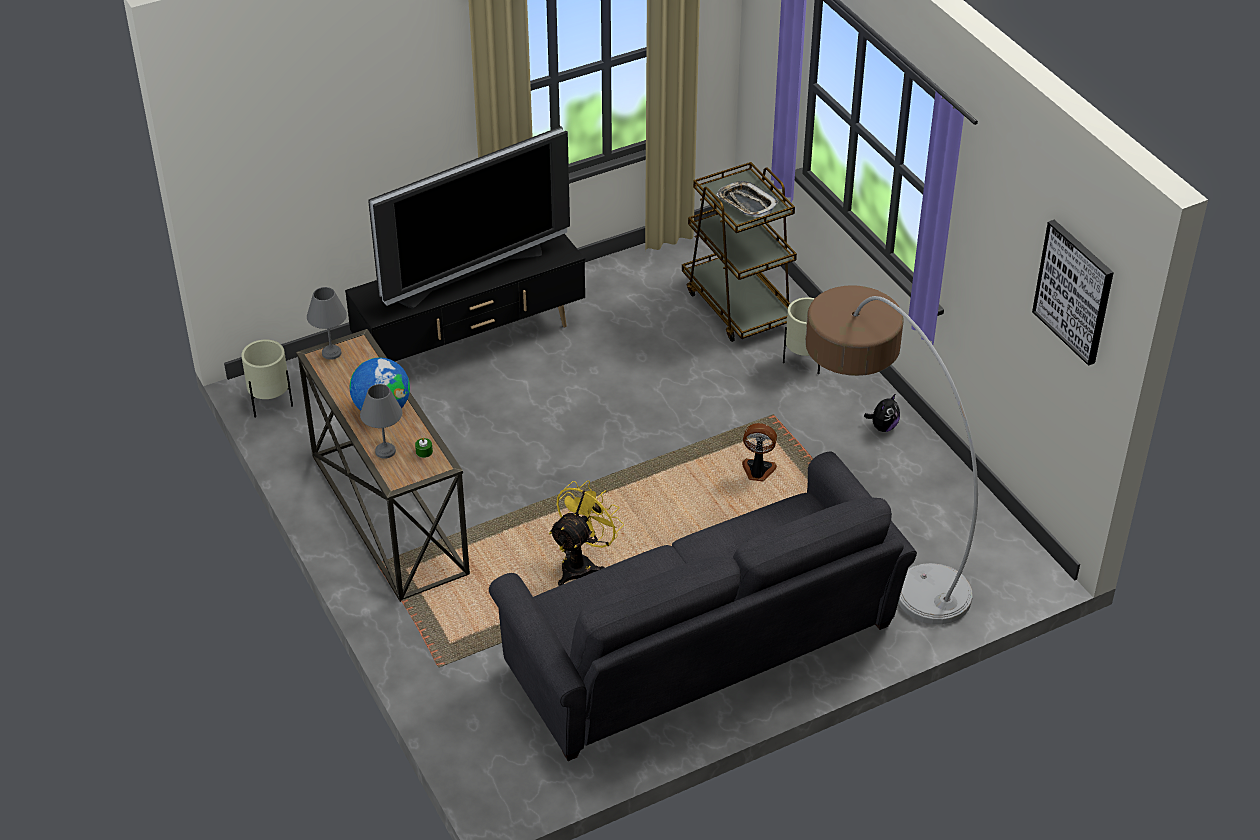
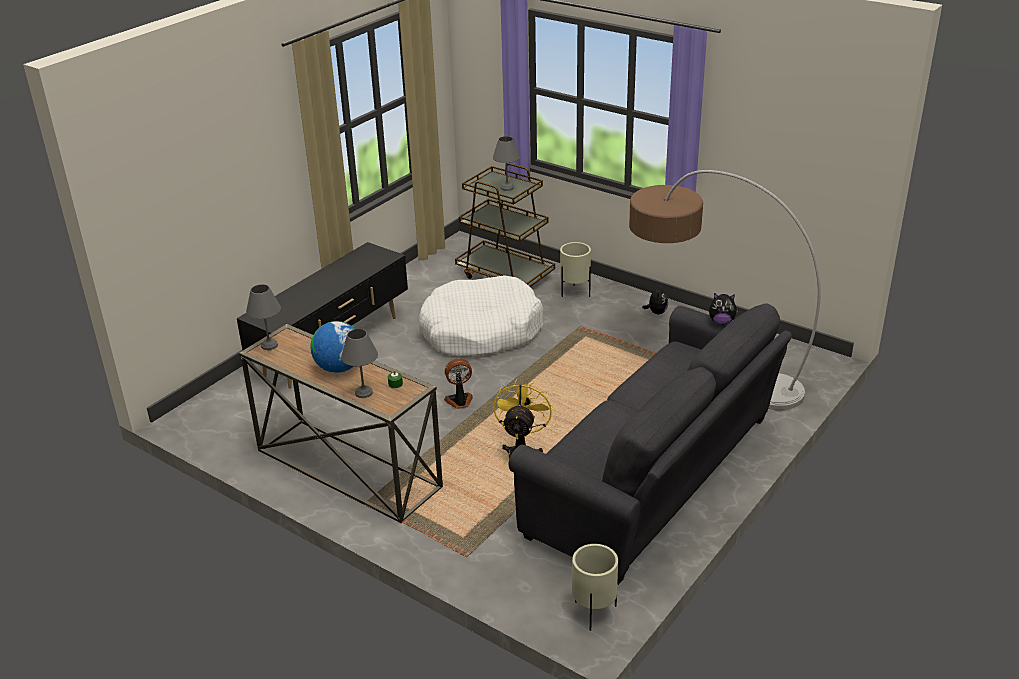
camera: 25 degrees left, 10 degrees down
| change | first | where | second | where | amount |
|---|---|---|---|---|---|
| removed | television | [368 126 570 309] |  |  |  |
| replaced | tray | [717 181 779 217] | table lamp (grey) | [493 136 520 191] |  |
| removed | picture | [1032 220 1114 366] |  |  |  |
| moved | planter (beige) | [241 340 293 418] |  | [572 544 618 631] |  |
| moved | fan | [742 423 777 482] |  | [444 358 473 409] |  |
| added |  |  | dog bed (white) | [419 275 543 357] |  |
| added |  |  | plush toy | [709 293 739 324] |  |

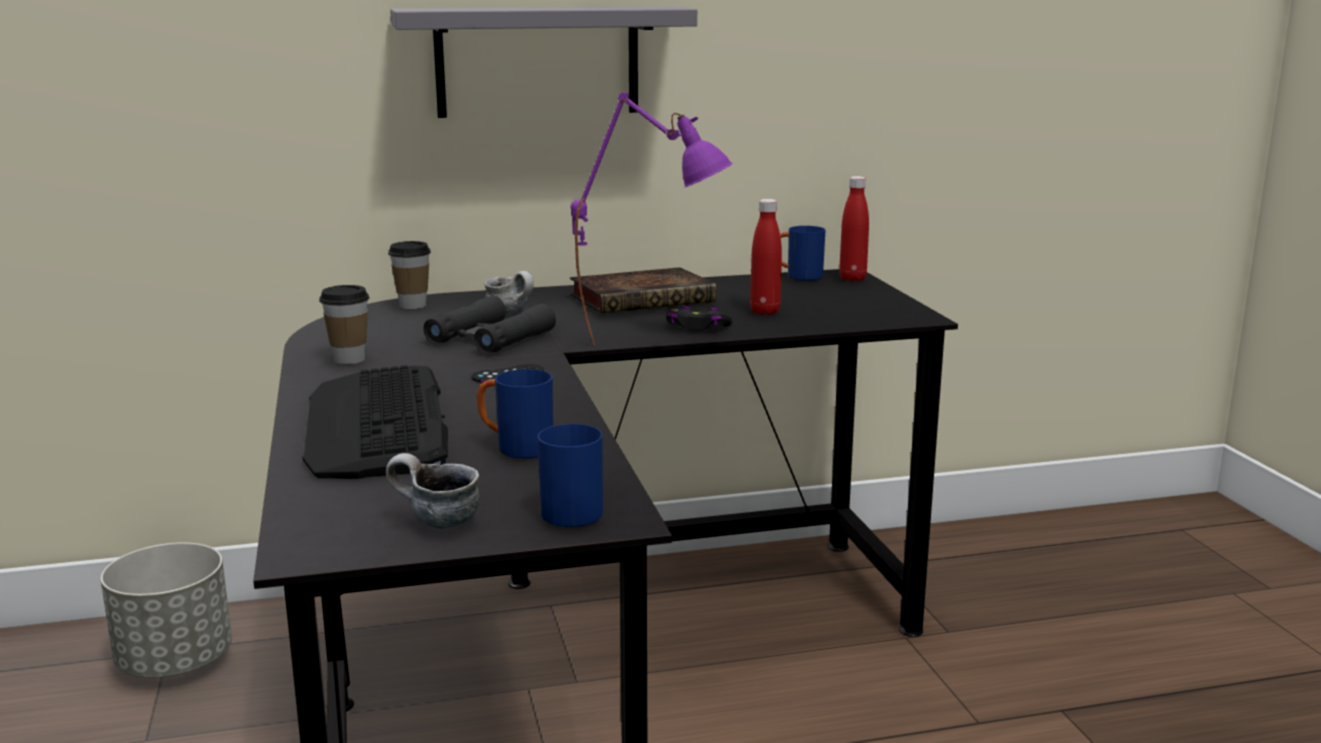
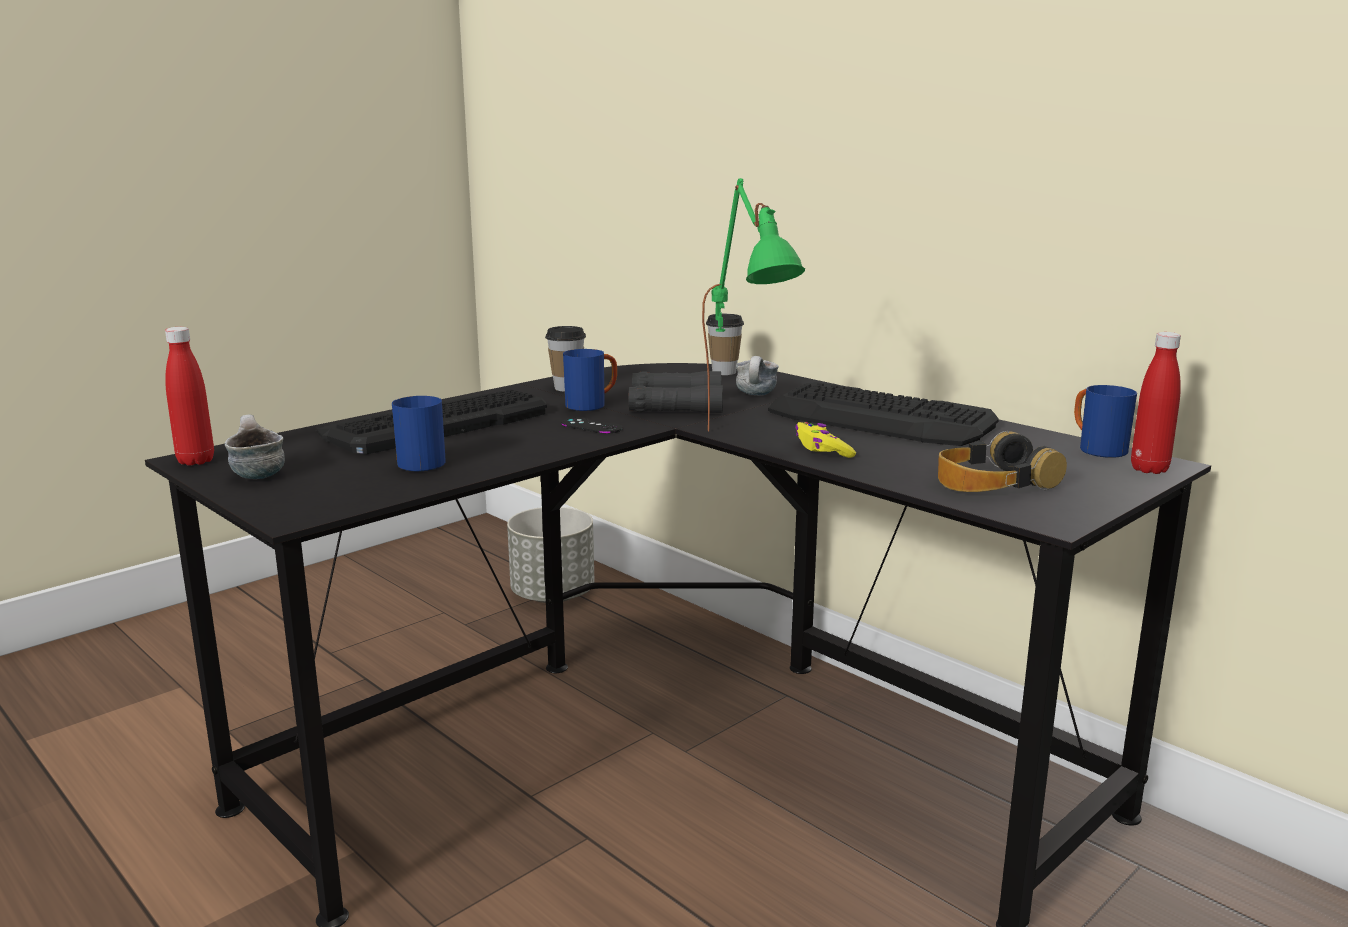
camera: 60 degrees right, 0 degrees up
| change | first | where | second | where | amount |
|---|---|---|---|---|---|
| removed | shelf (grey) | [391 6 697 118] |  |  |  |
| recoloured | table lamp (purple) | [570 92 733 345] | table lamp (green) | [702 178 805 432] |  |
| moved | bottle (red) | [750 199 782 315] |  | [165 327 214 466] |  |
| replaced | book | [570 267 717 313] | keyboard | [768 382 999 446] |  |
| recoloured | game controller (black) | [666 306 732 330] | game controller (yellow) | [795 422 856 458] |  |
| moved | mug (blue) | [538 424 603 527] |  | [563 349 617 411] |  |
| added |  |  | headphones | [938 431 1067 492] |  |

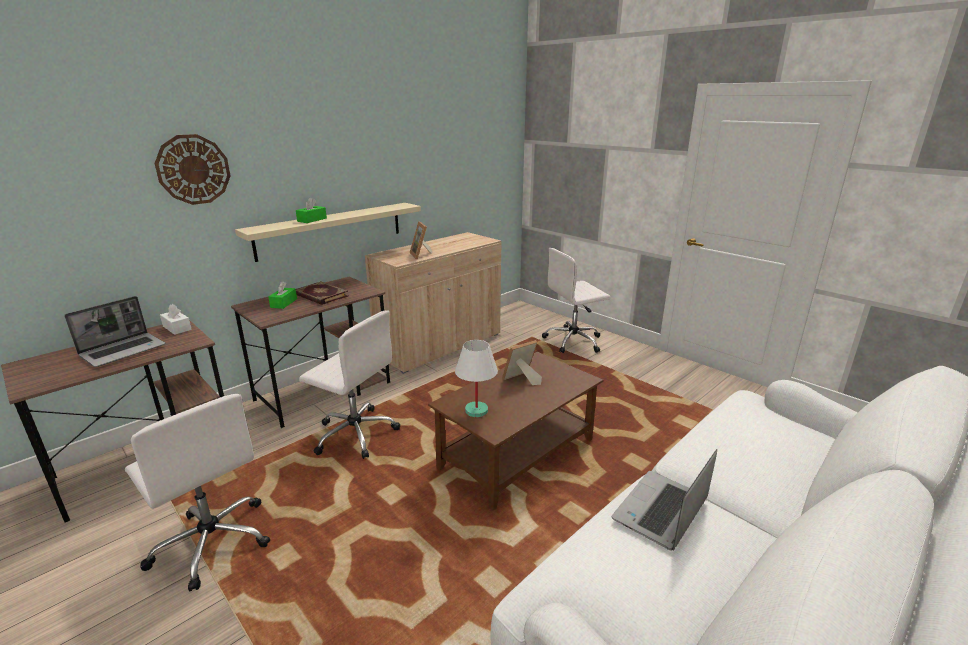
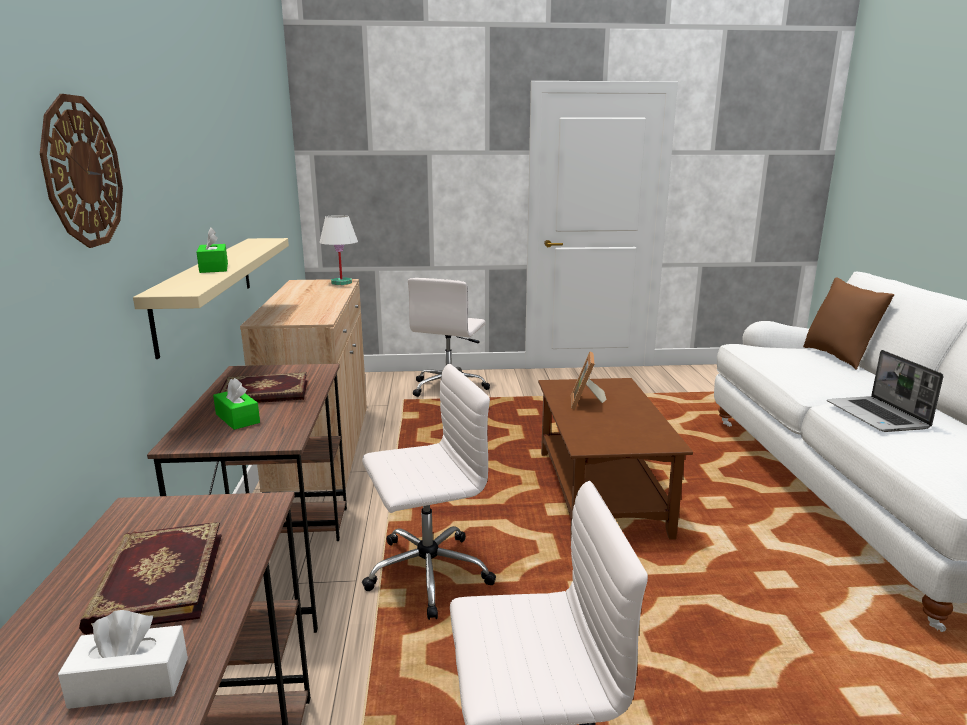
camera: 50 degrees left, 5 degrees down
| change | first | where | second | where | amount |
|---|---|---|---|---|---|
| removed | picture frame | [410 221 433 259] |  |  |  |
| replaced | laptop | [64 296 166 367] | book | [79 522 222 634] |  |
| moved | tissue box (white) | [160 304 192 335] |  | [58 610 188 709] |  |
| moved | table lamp (white) | [455 340 498 417] |  | [319 215 358 285] |  |
| added |  |  | pillow (brown) | [803 277 894 370] |  |

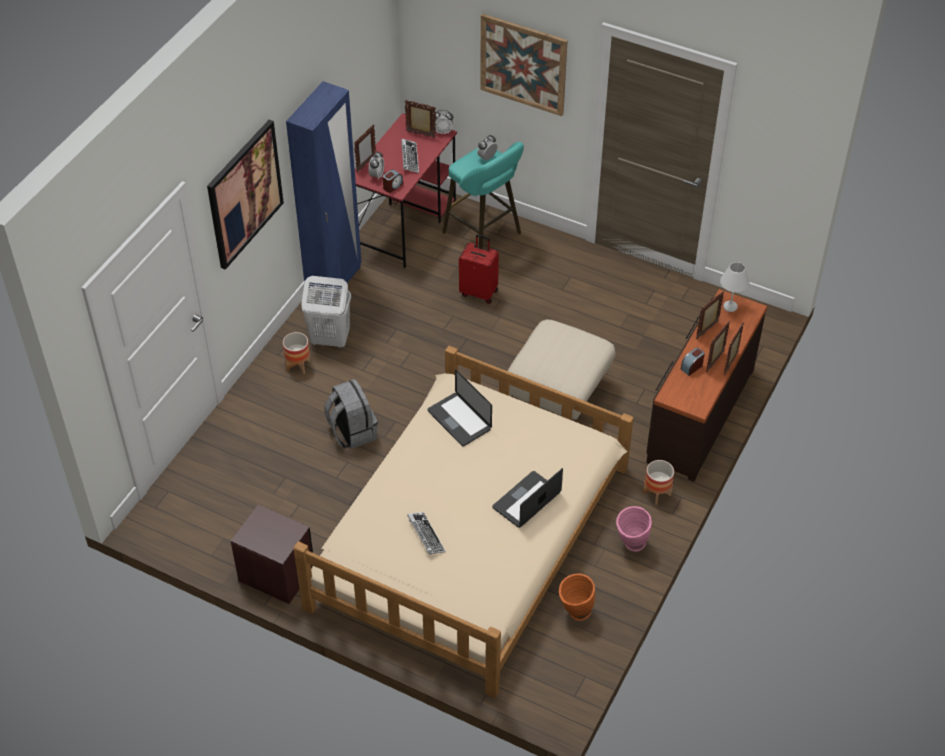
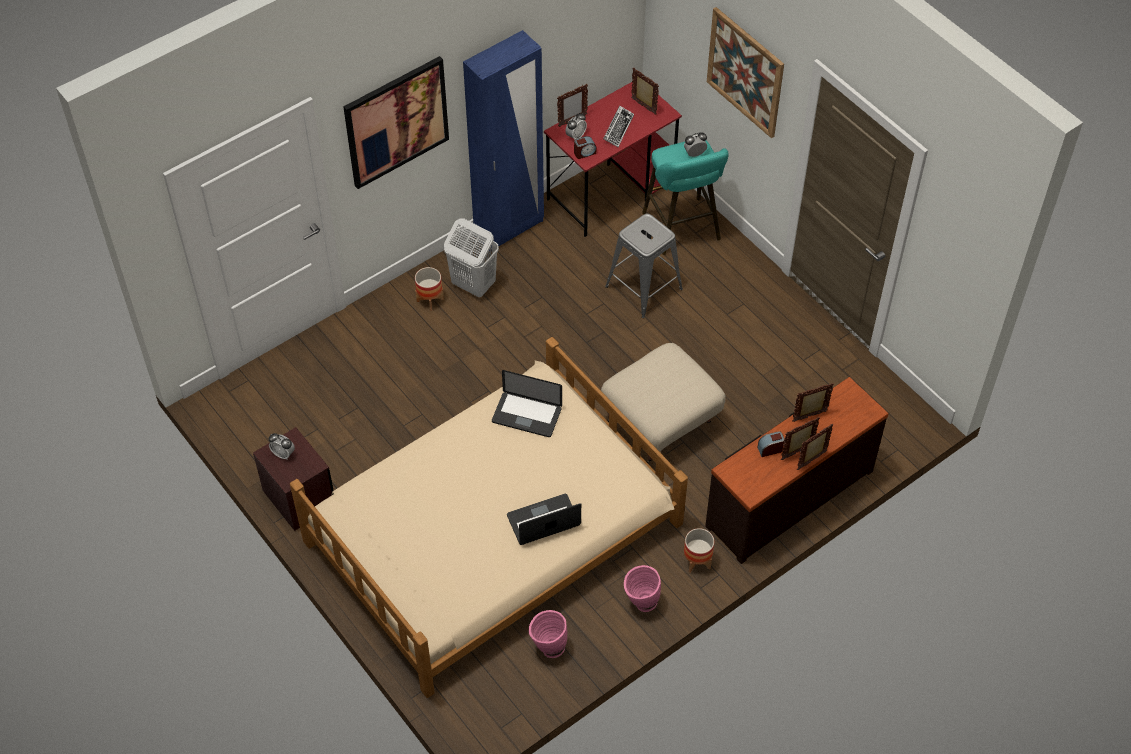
camera: 25 degrees right, 5 degrees up
| change | first | where | second | where | amount |
|---|---|---|---|---|---|
| moved | alarm clock | [433 110 453 134] |  | [269 433 295 460] |  |
| replaced | suitcase (red) | [459 234 499 304] | stool (grey) | [605 213 683 318] |  |
| removed | table lamp (white) | [720 262 749 312] |  |  |  |
| turned | laptop | [428 369 492 446] |  | [492 370 562 437] | 60 degrees counterclockwise |
| removed | backpack (grey) | [324 379 377 449] |  |  |  |
| removed | keyboard | [407 512 446 554] |  |  |  |
| recoloured | vase (orange) | [559 574 595 621] | vase (pink) | [529 610 567 658] |  |

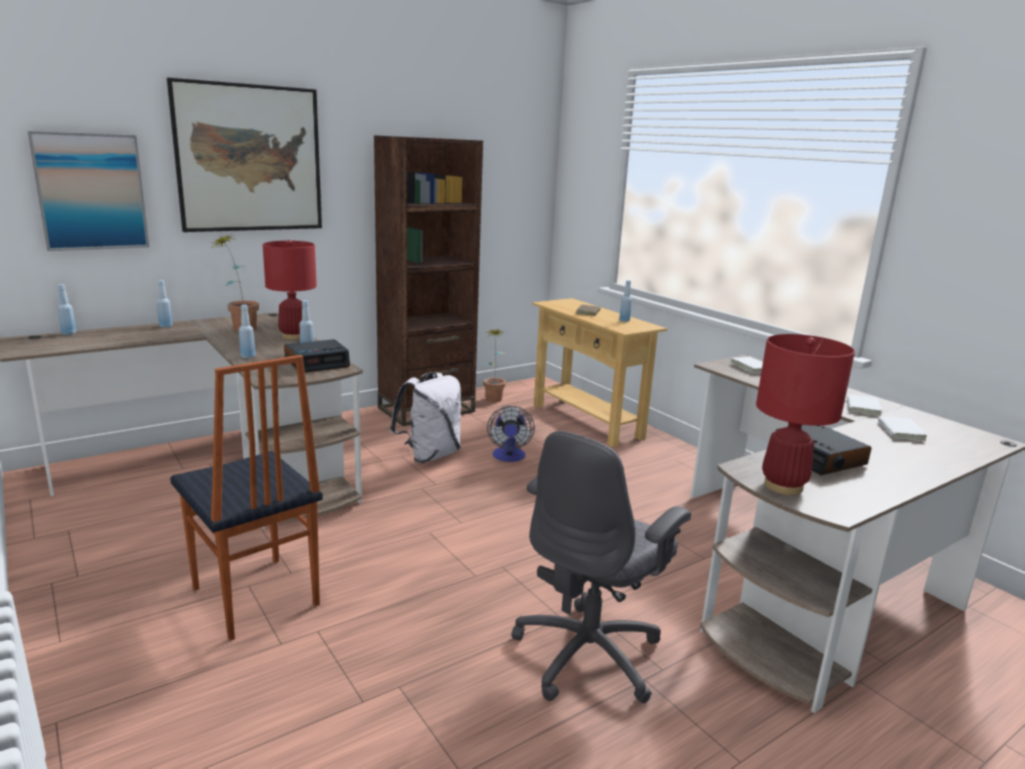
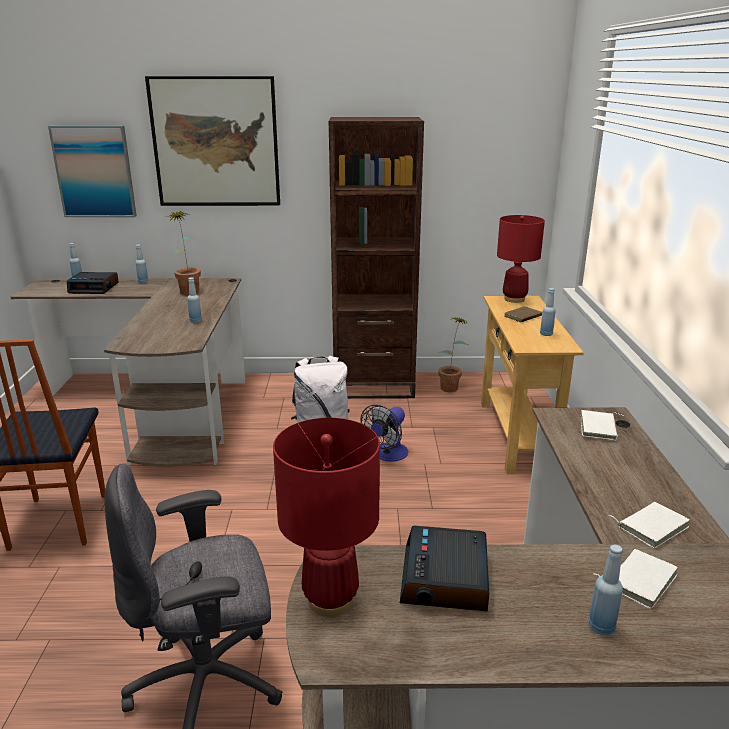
camera: 35 degrees right, 5 degrees up
| change | first | where | second | where | amount |
|---|---|---|---|---|---|
| moved | table lamp (red) | [263 240 317 339] |  | [497 215 545 303] |  |
| moved | bottle (blue) | [239 305 255 358] |  | [588 544 623 636] |  |
| moved | alarm clock | [284 339 350 372] |  | [67 272 119 294] |  |

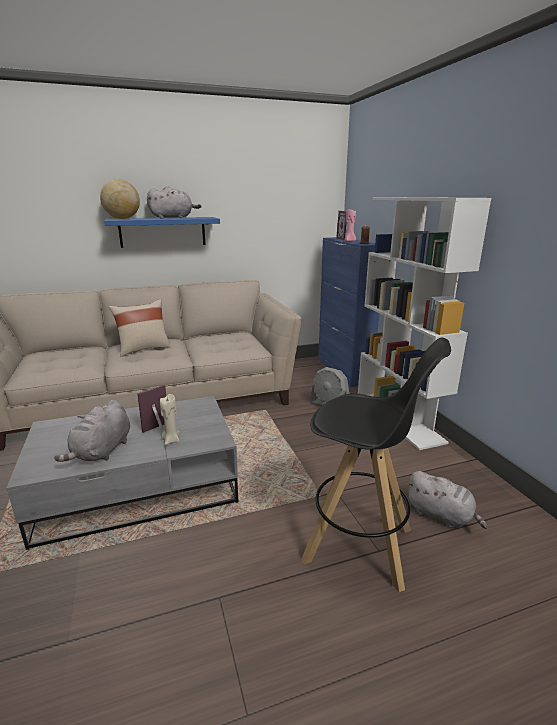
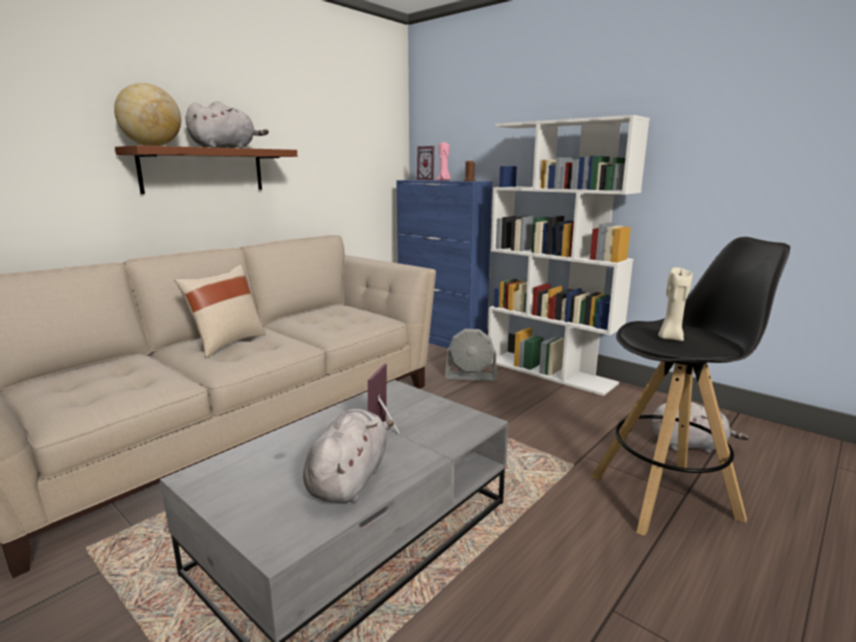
camera: 30 degrees left, 5 degrees down
| change | first | where | second | where | amount |
|---|---|---|---|---|---|
| recoloured | shelf (blue) | [104 217 220 248] | shelf (brown) | [115 145 297 194] |  |
| moved | candle (beige) | [160 394 180 445] |  | [658 267 693 341] |  |
| turned | plush toy (grey) | [54 400 130 462] |  | [303 409 394 503] | 150 degrees counterclockwise |

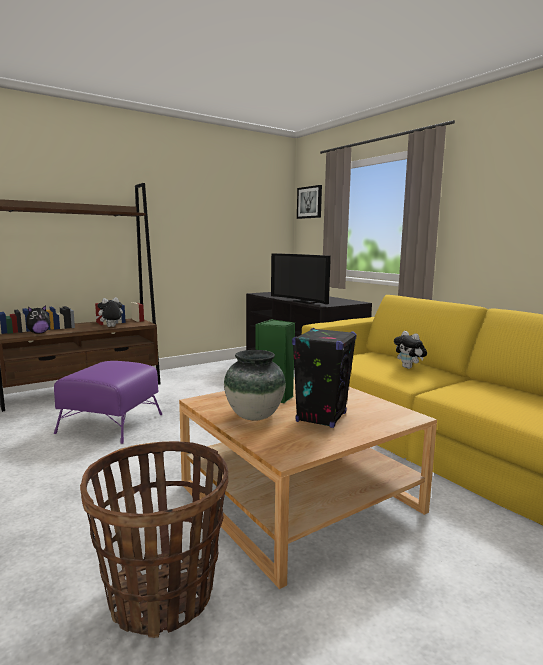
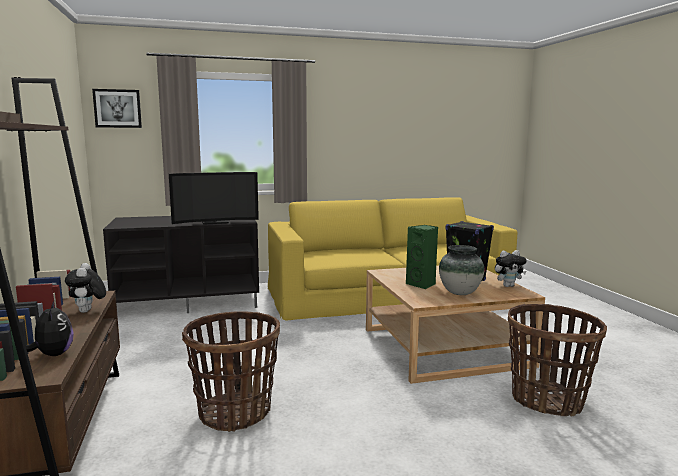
camera: 70 degrees left, 0 degrees up
| change | first | where | second | where | amount |
|---|---|---|---|---|---|
| moved | plush toy | [394 331 427 369] |  | [495 250 526 287] |  |
| replaced | ottoman (purple) | [54 361 162 444] | basket | [182 311 280 432] |  |

